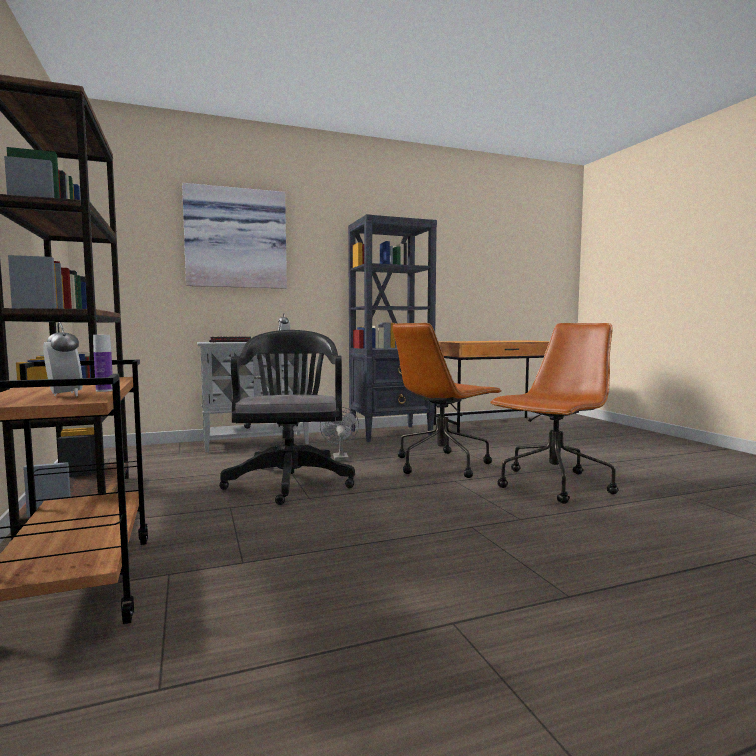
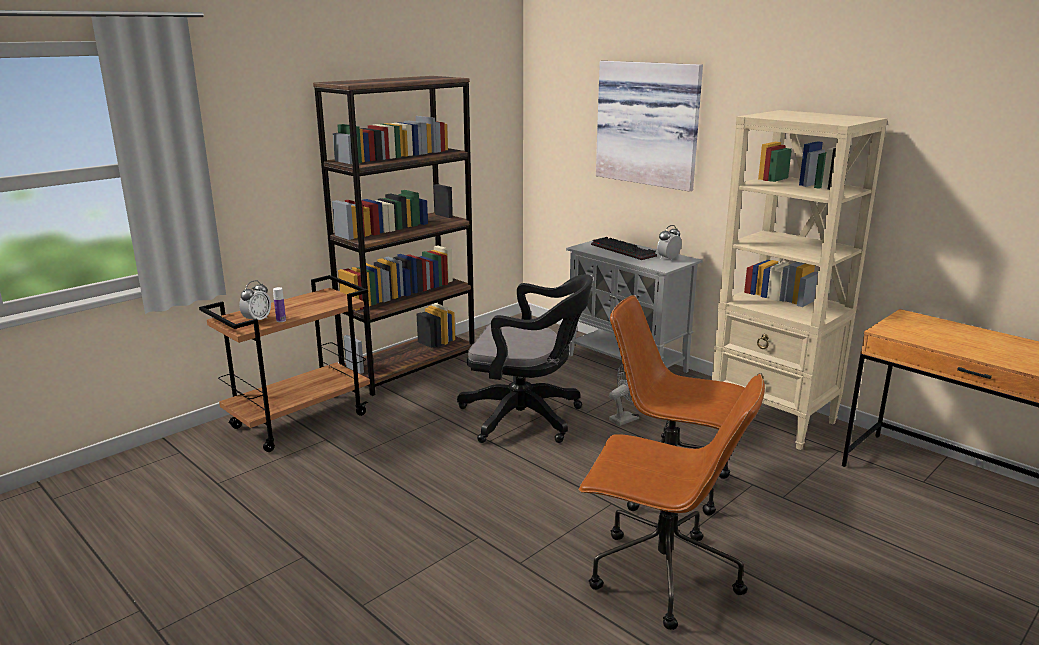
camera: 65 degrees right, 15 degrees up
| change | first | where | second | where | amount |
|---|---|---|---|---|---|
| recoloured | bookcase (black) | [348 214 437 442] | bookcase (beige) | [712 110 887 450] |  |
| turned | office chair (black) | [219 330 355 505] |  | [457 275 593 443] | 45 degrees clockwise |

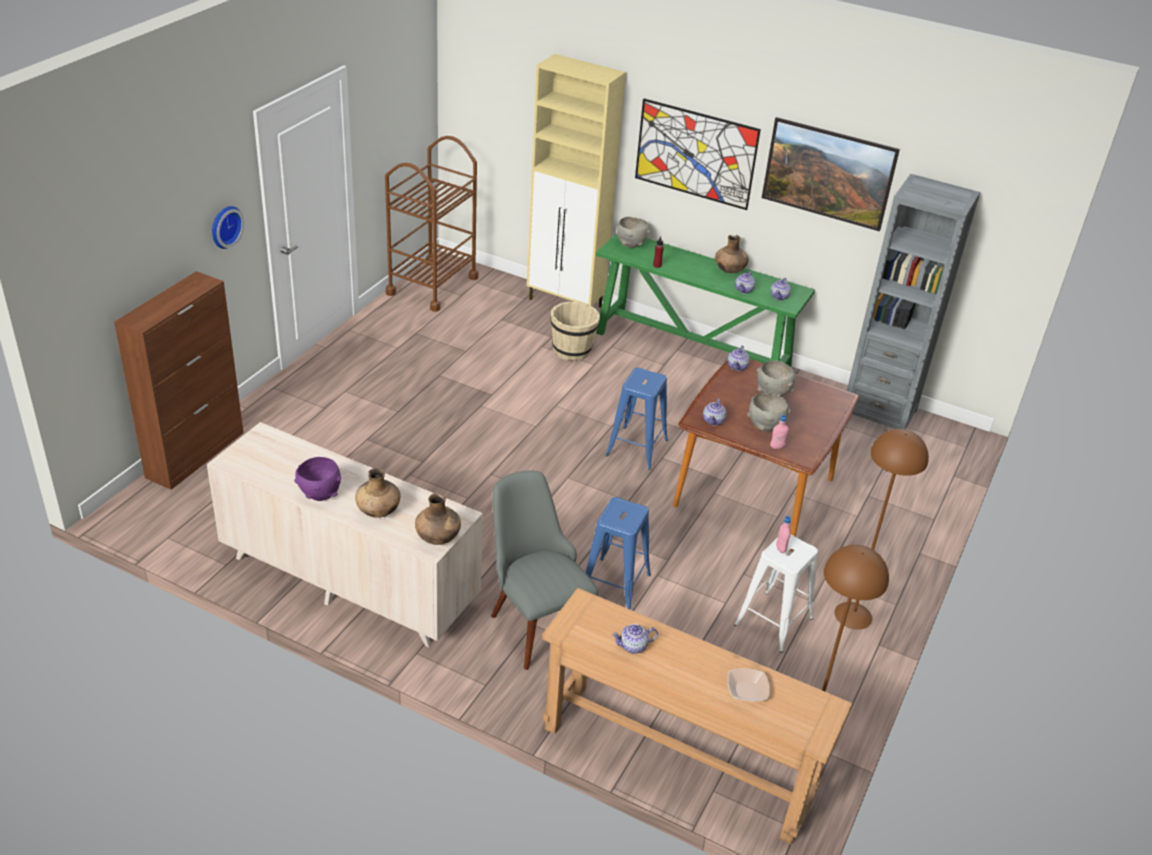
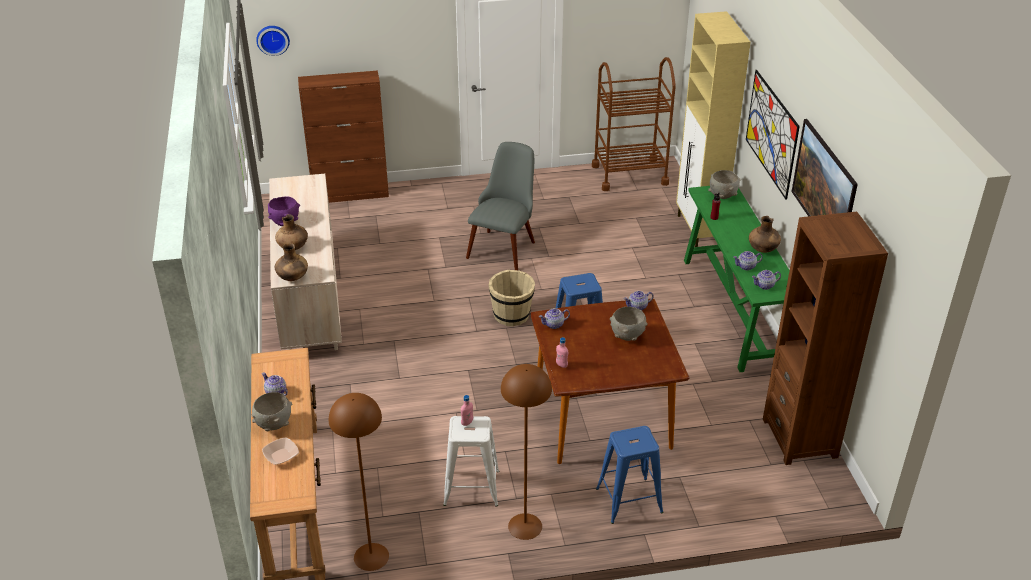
camera: 55 degrees right, 0 degrees up
| change | first | where | second | where | amount |
|---|---|---|---|---|---|
| recoloured | bookcase (grey) | [847 174 980 429] | bookcase (brown) | [763 211 888 465] |  |
| moved | wall clock | [212 206 244 249] |  | [256 26 290 56] |  |
| moved | bucket (beige) | [551 301 600 361] |  | [489 269 535 326] |  |
| moved | bowl (grey) | [747 393 791 432] |  | [251 392 292 431] |  |
| moved | chair (grey) | [491 470 598 670] |  | [466 142 535 270] |  |
| moved | stool (blue) | [585 497 651 610] |  | [596 426 663 524] |  |

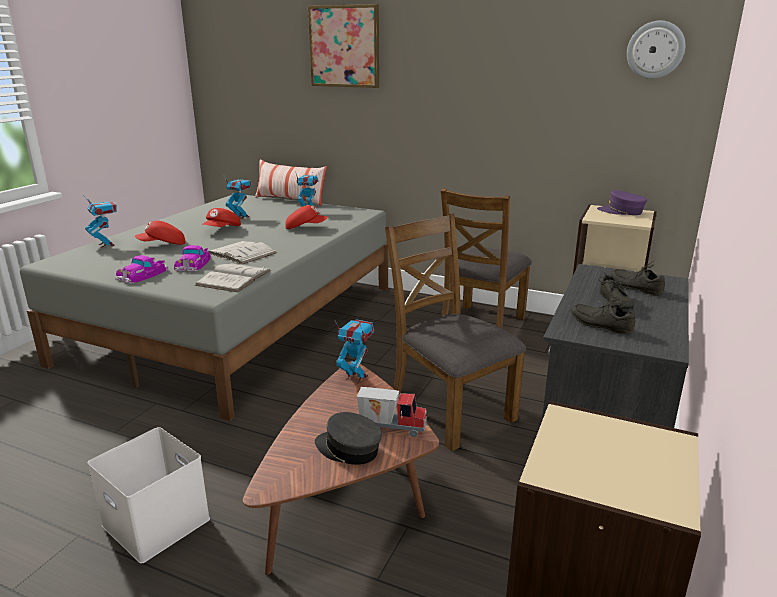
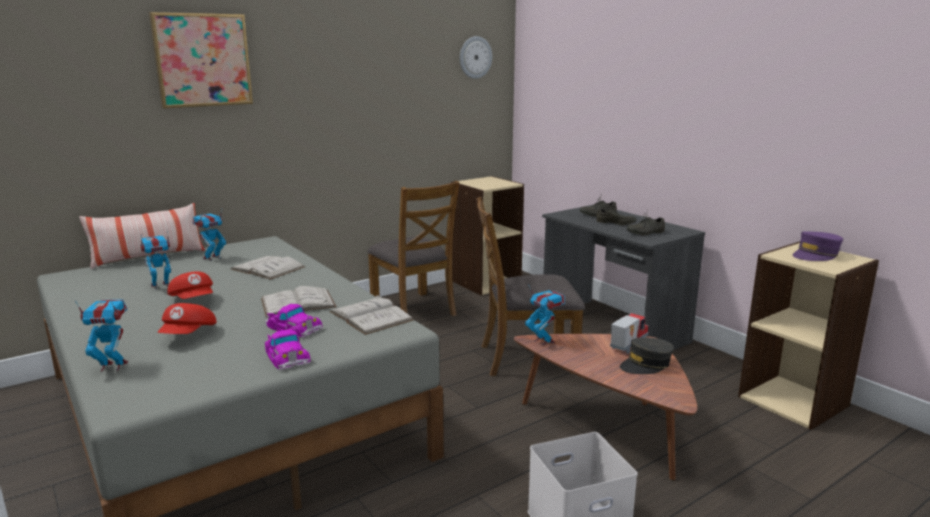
camera: 60 degrees left, 5 degrees down
| change | first | where | second | where | amount |
|---|---|---|---|---|---|
| moved | cap (purple) | [597 190 647 215] |  | [793 232 843 261] |  |
| replaced | cap (red) | [285 205 328 229] | book (white) | [231 256 305 280] |  |
| turned | toy robot | [335 319 374 383] |  | [525 286 565 345] | 90 degrees clockwise |

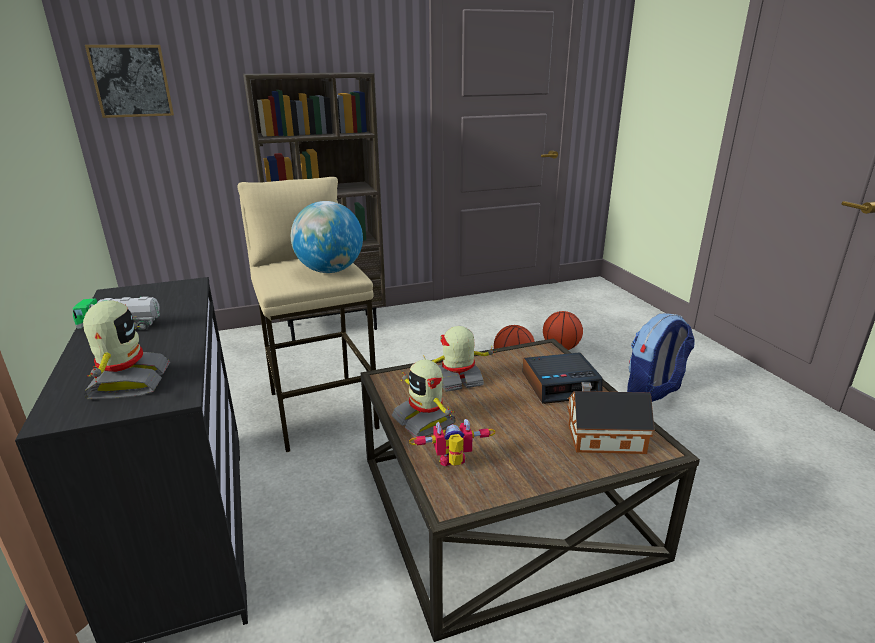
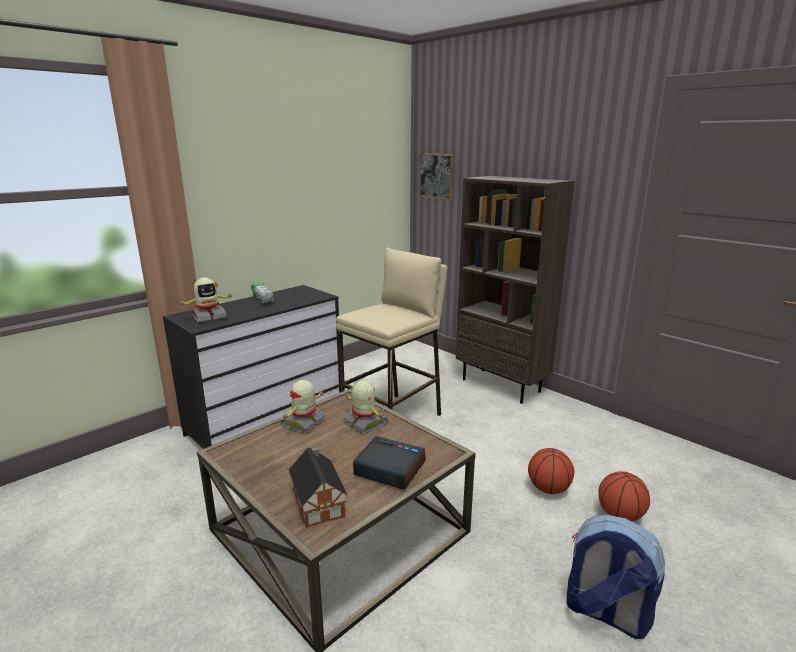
camera: 65 degrees right, 5 degrees down
| change | first | where | second | where | amount |
|---|---|---|---|---|---|
| removed | globe | [291 201 363 273] |  |  |  |
| turned | alarm clock | [522 352 603 404] |  | [353 436 426 490] | 150 degrees clockwise |
| removed | toy robot | [409 419 495 466] |  |  |  |

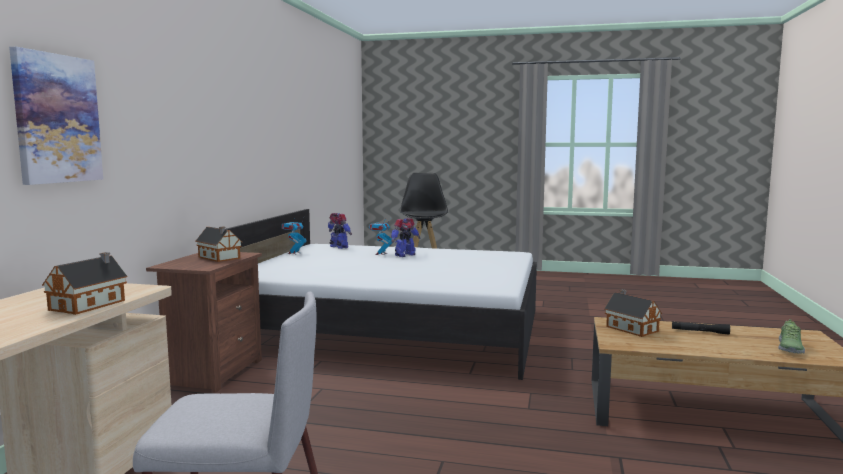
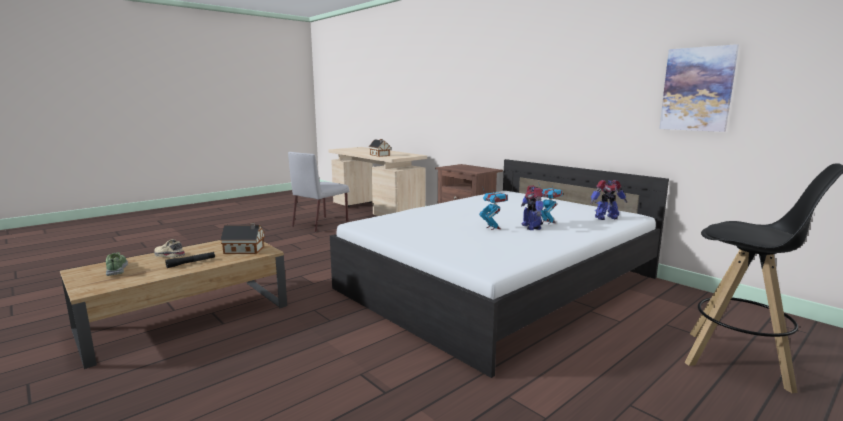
camera: 125 degrees right, 5 degrees up
| change | first | where | second | where | amount |
|---|---|---|---|---|---|
| moved | picture | [9 47 103 185] |  | [659 44 739 132] |  |
| moved | toy robot | [282 218 307 254] |  | [479 187 508 230] |  |
| removed | toy house | [195 227 242 262] |  |  |  |
| added |  |  | shoe (beige) | [154 239 185 258] |  |

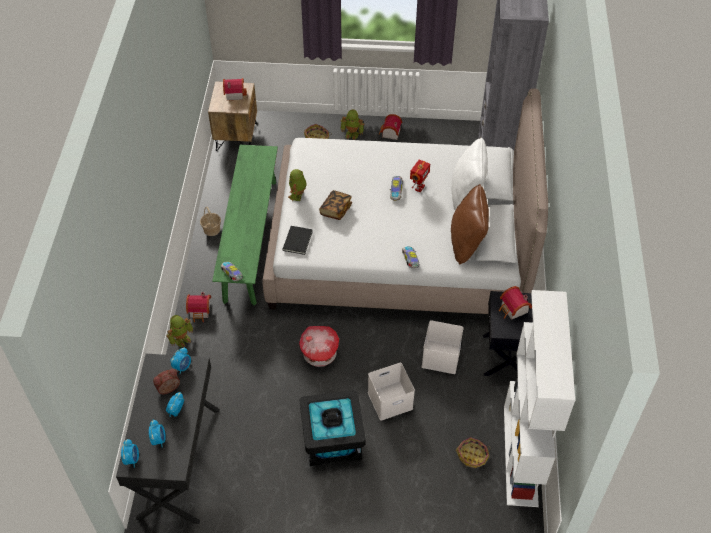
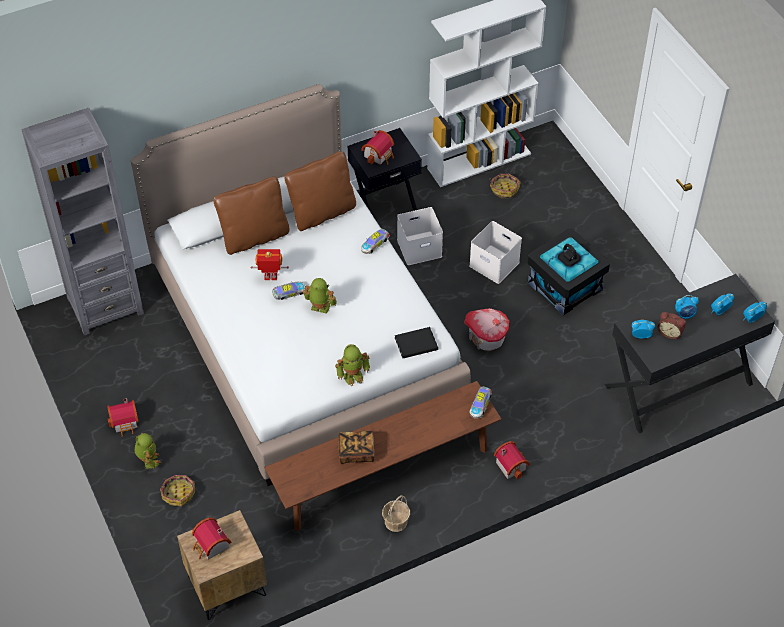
camera: 120 degrees left, 0 degrees up
| change | first | where | second | where | amount |
|---|---|---|---|---|---|
| recoloured | pillow (white) | [452 138 488 210] | pillow (brown) | [213 177 289 255] |  |
| recoloured | bench (green) | [212 145 278 305] | bench (brown) | [264 381 502 531] |  |
| moved | book | [319 190 352 220] |  | [338 431 374 464] |  |
| moved | toy robot | [167 315 193 348] |  | [303 278 337 314] |  |

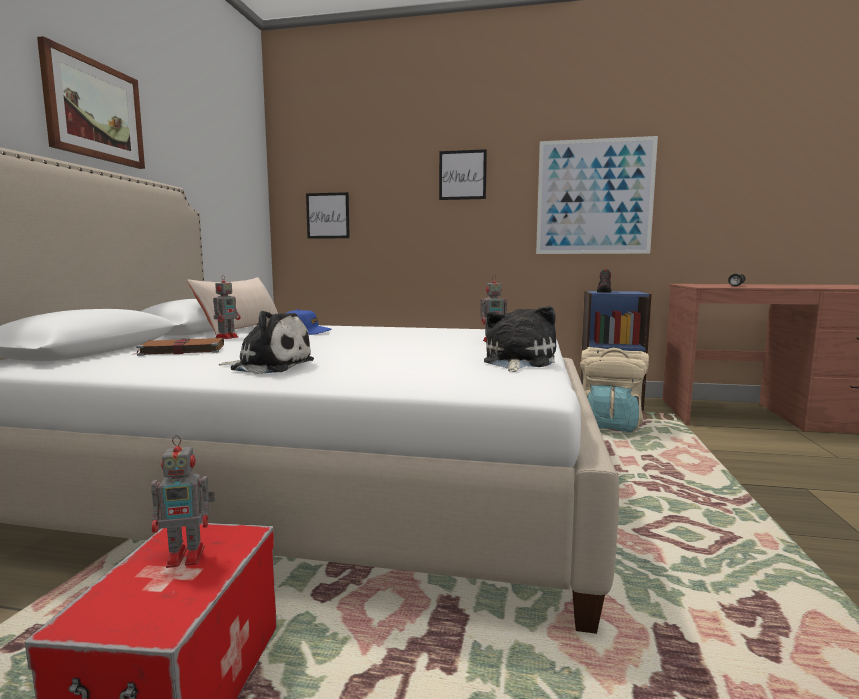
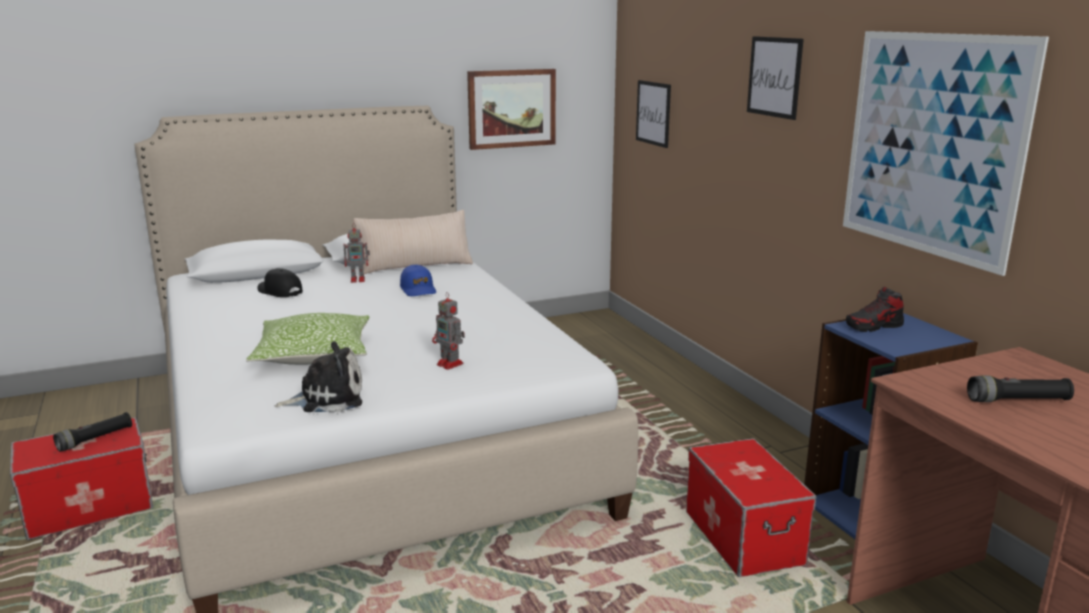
camera: 55 degrees right, 10 degrees up
| change | first | where | second | where | amount |
|---|---|---|---|---|---|
| moved | picture | [37 36 145 169] |  | [467 69 556 150] |  |
| removed | plush toy | [219 311 314 374] |  |  |  |
| replaced | book (brown) | [136 338 224 356] | cap (black) | [257 268 303 297] |  |
| replaced | backpack (beige) | [580 347 649 432] | storage box | [686 438 816 577] |  |
| replaced | toy robot | [151 435 215 568] | flashlight (black) | [53 412 132 452] |  |
| added |  |  | pillow | [246 313 369 365] |  |

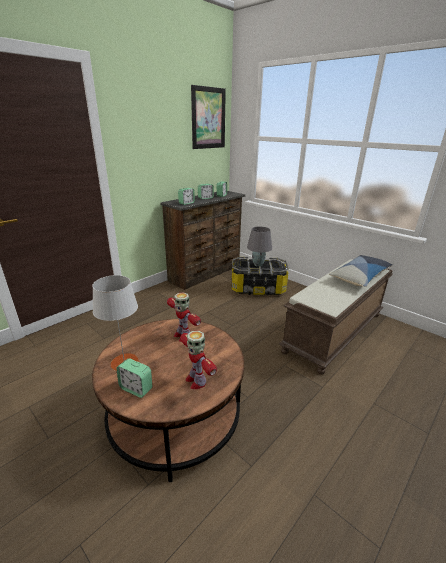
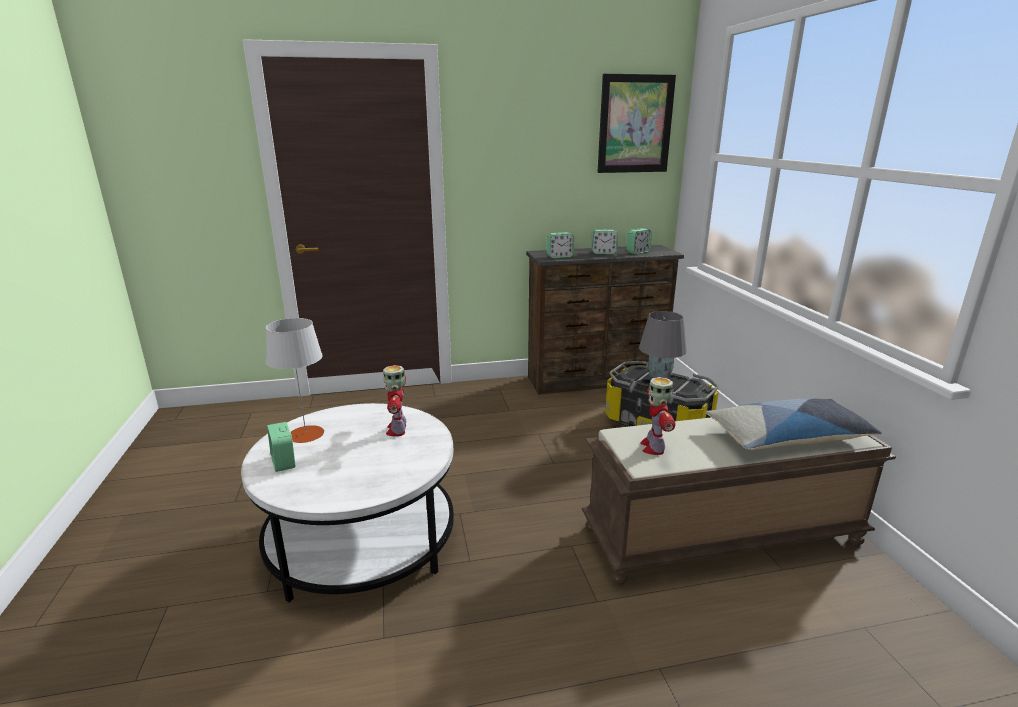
camera: 35 degrees right, 5 degrees down
| change | first | where | second | where | amount |
|---|---|---|---|---|---|
| recoloured | coffee table (brown) | [92 319 244 482] | coffee table (white) | [241 403 454 602] |  |
| moved | toy robot | [180 330 217 389] |  | [640 377 675 455] |  |

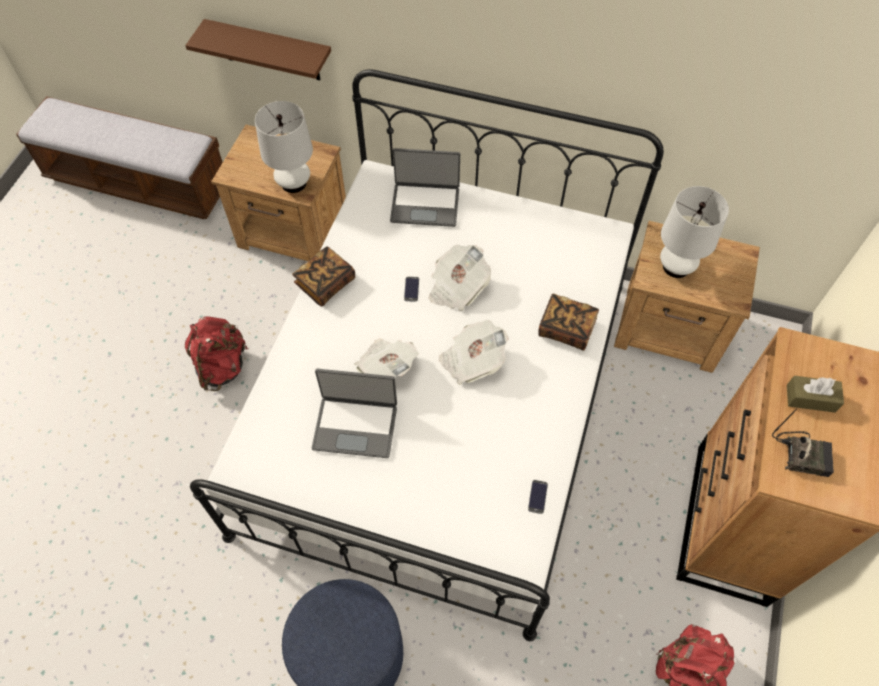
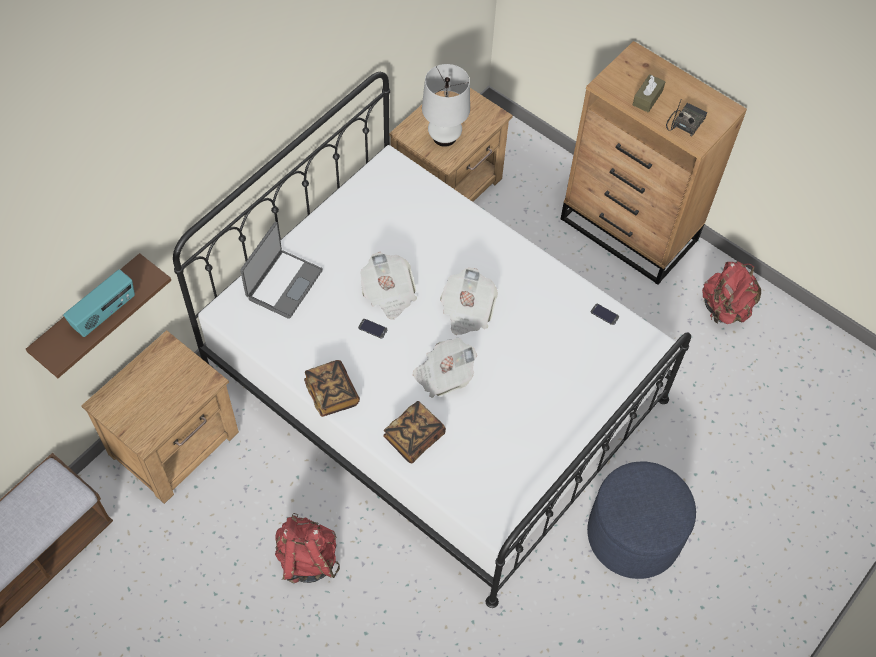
camera: 70 degrees left, 0 degrees up
| change | first | where | second | where | amount |
|---|---|---|---|---|---|
| removed | table lamp (white) | [255 101 313 193] |  |  |  |
| moved | book | [538 294 599 351] |  | [383 401 446 463] |  |
| removed | laptop | [312 369 397 458] |  |  |  |
| added |  |  | radio | [63 269 135 337] |  |

